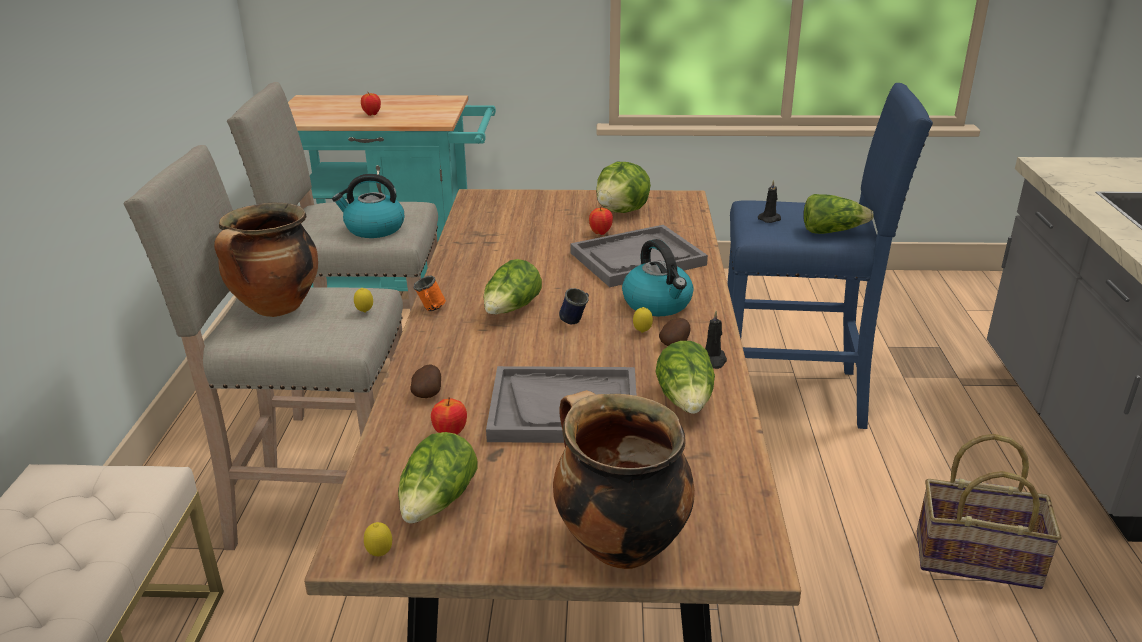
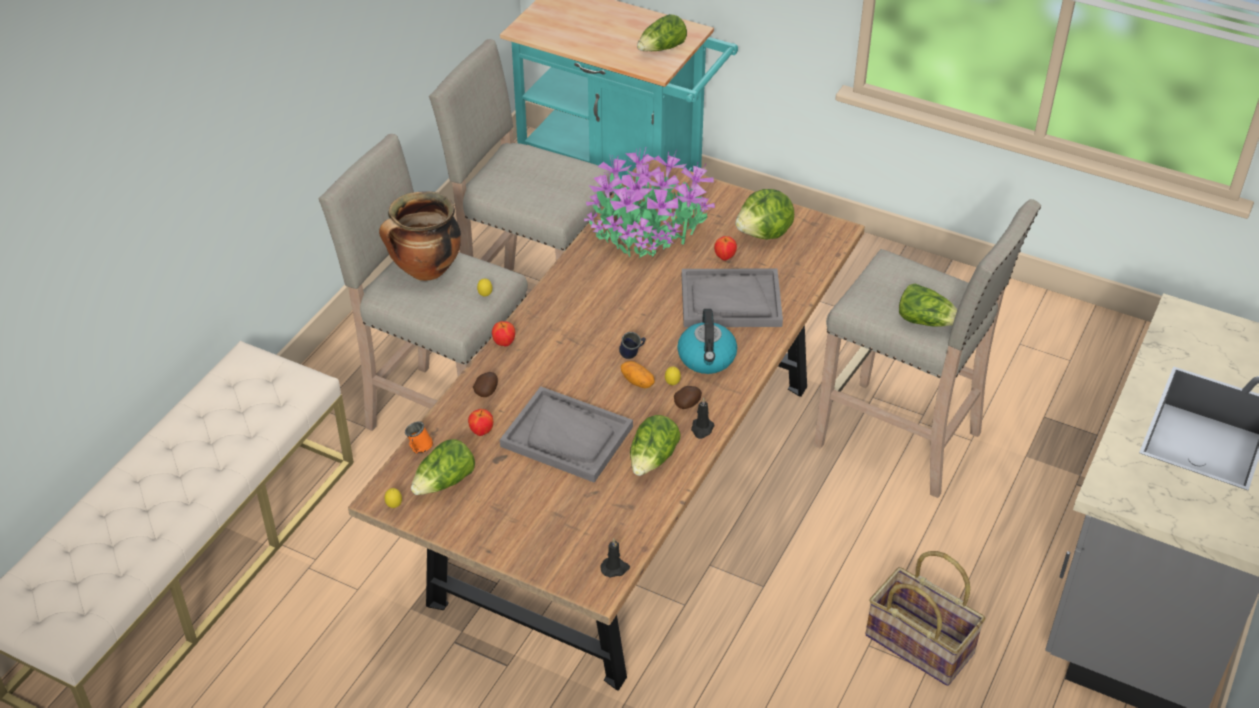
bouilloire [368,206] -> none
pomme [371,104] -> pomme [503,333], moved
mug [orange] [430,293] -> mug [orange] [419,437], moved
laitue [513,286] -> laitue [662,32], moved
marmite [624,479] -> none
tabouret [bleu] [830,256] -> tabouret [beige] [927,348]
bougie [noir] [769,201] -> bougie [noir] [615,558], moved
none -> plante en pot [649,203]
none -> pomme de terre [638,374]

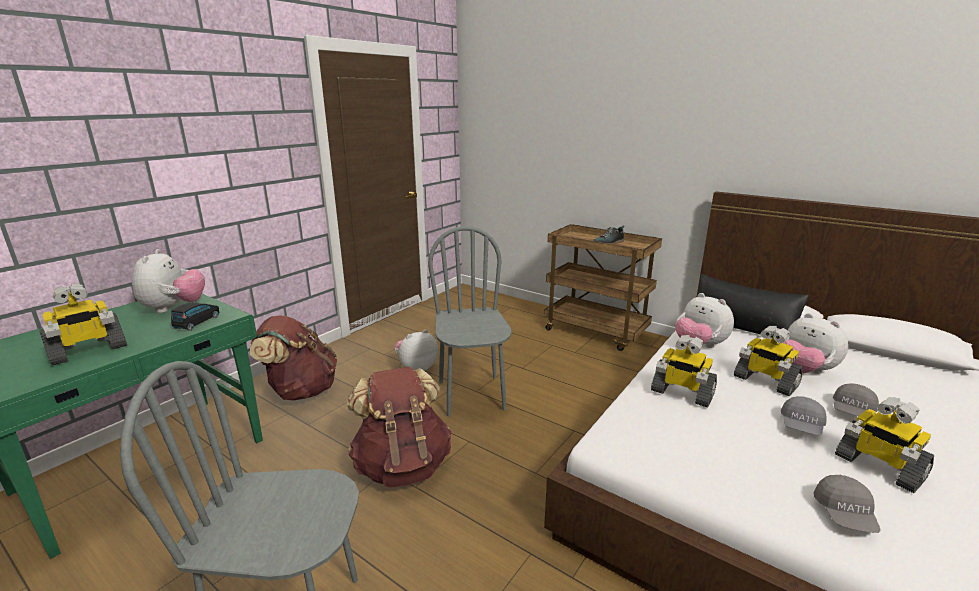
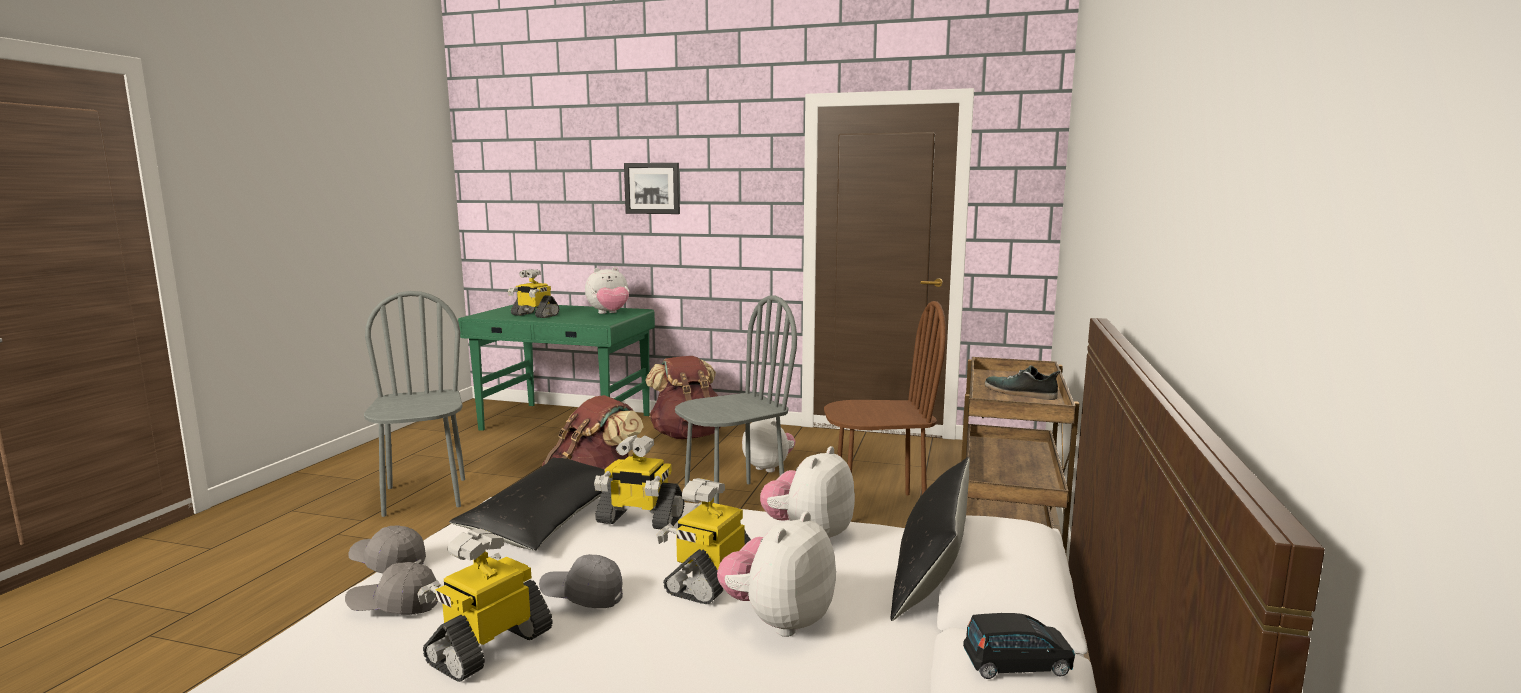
petite voiture [noir] [195,316] -> petite voiture [noir] [1019,646], moved
robot jouet [684,371] -> robot jouet [639,482], 90 degrees counterclockwise
casquette [gris] [856,399] -> casquette [gris] [387,549], moved
none -> coussin [noir] [527,504]
none -> tableau [652,188]
none -> chaise [marron] [885,398]

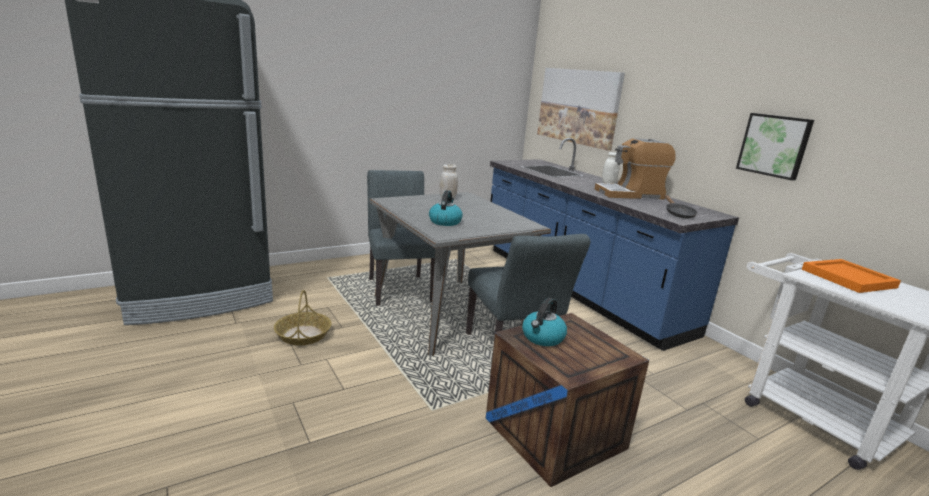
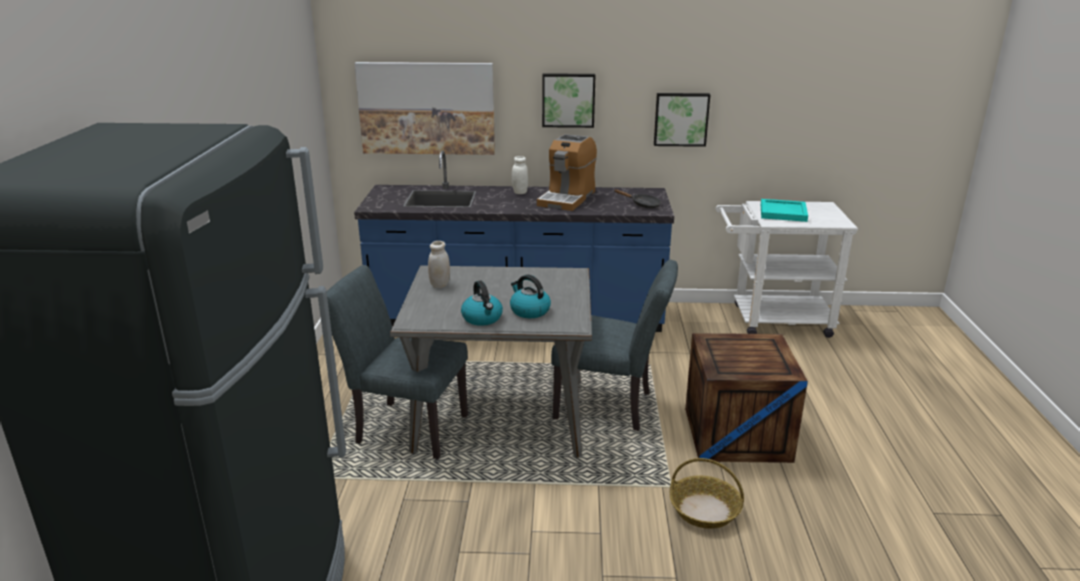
panier [302,317] -> panier [707,493], moved
bouilloire [544,322] -> bouilloire [482,303], moved
plateau [orange] [851,276] -> plateau [turquoise] [784,210]
none -> tableau [568,100]

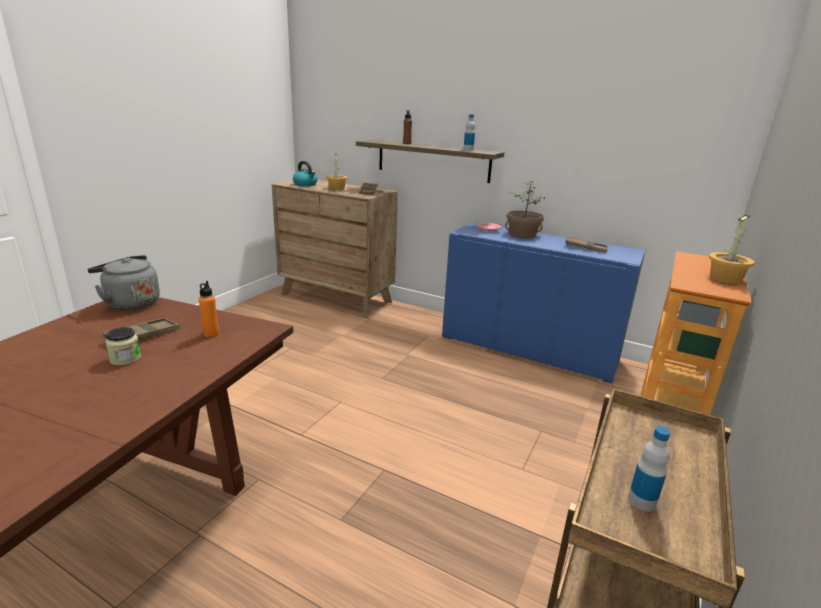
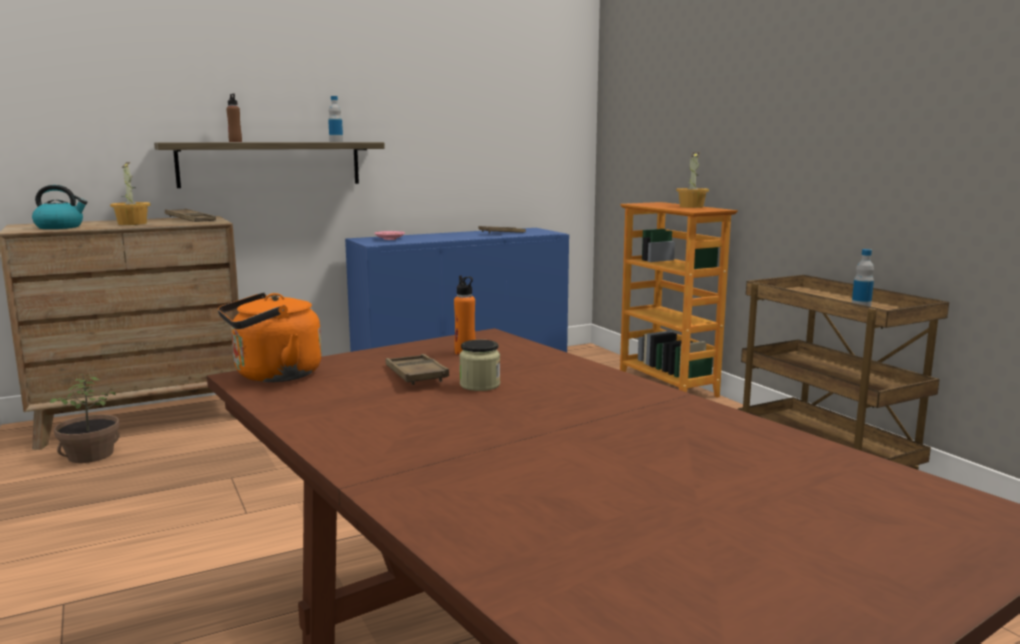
bouilloire [gris] [123,282] -> bouilloire [orange] [270,337]
plante en pot [525,209] -> plante en pot [84,418], moved

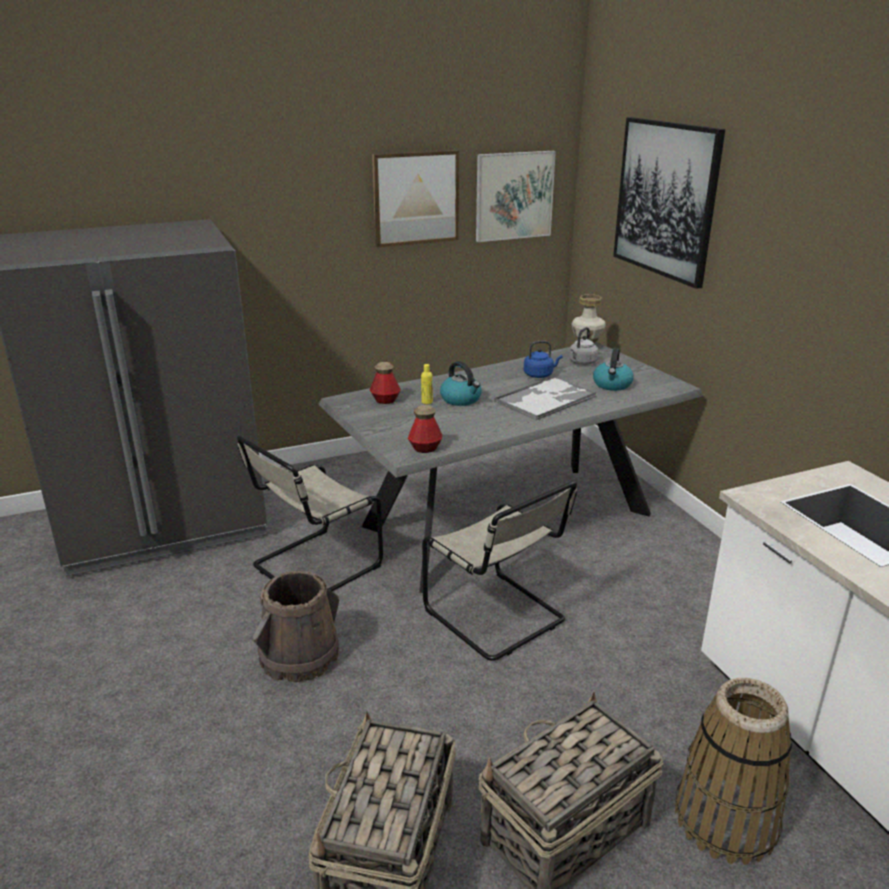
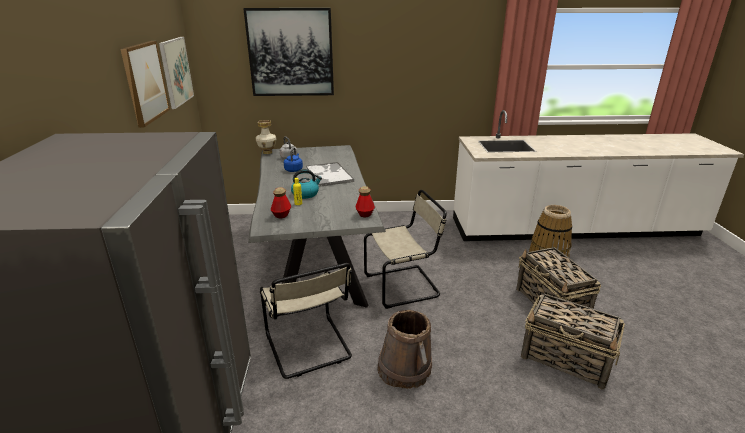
bouilloire [613,369] -> none

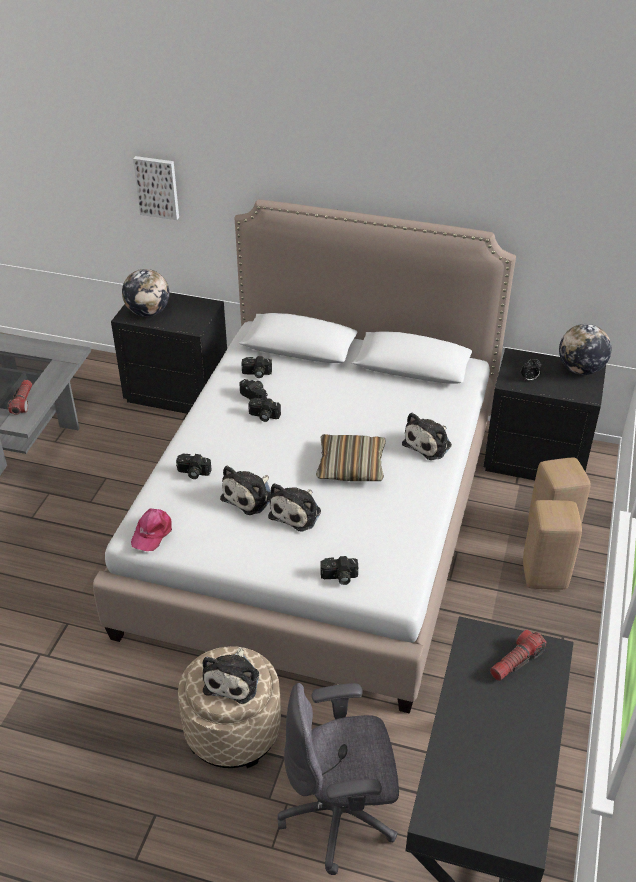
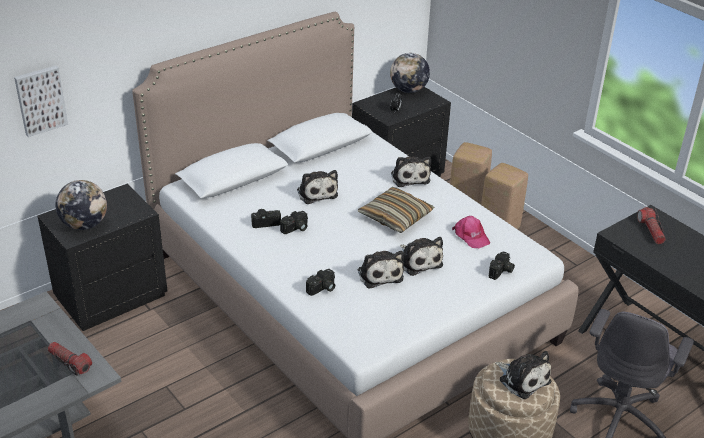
casquette [rose] [151,529] -> casquette [rose] [471,232], moved
appareil photo [256,367] -> none
none -> peluche [317,187]

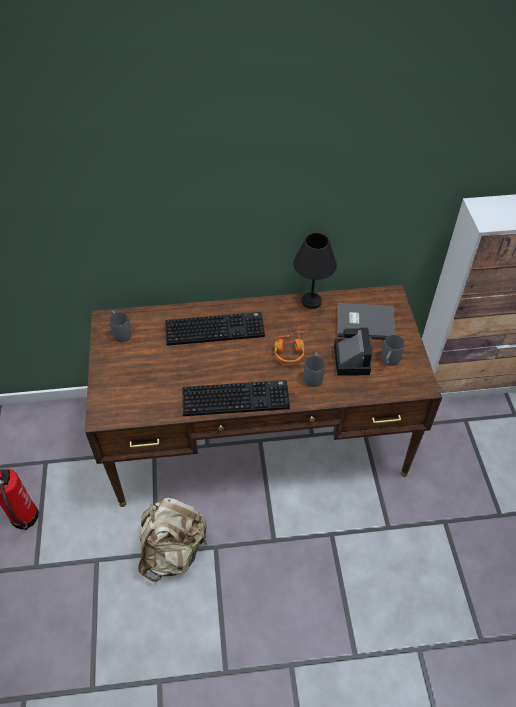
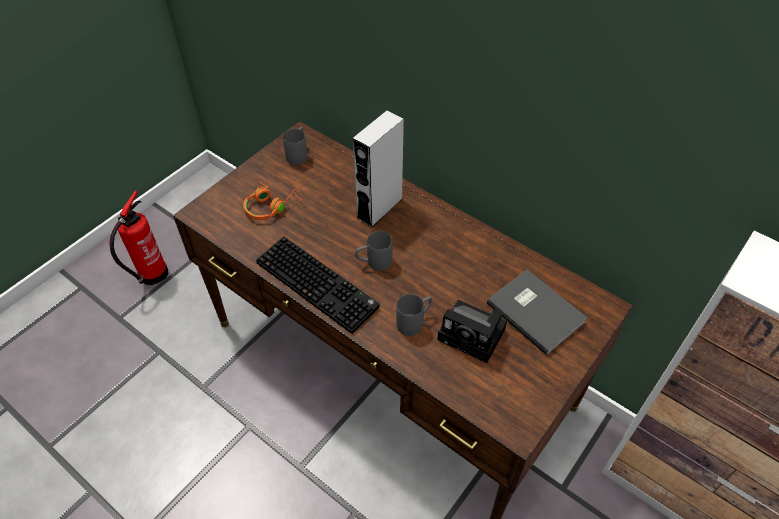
sac à dos [beige] [172,539] -> none
clavier [215,329] -> enceinte [gris] [378,169]
casque audio [orange] [290,345] -> casque audio [orange] [273,201], moved
lampe de table [noir] [315,271] -> none
appareil photo [353,351] -> appareil photo [472,331], 75 degrees clockwise
mug [gris] [393,350] -> mug [gris] [374,251], moved

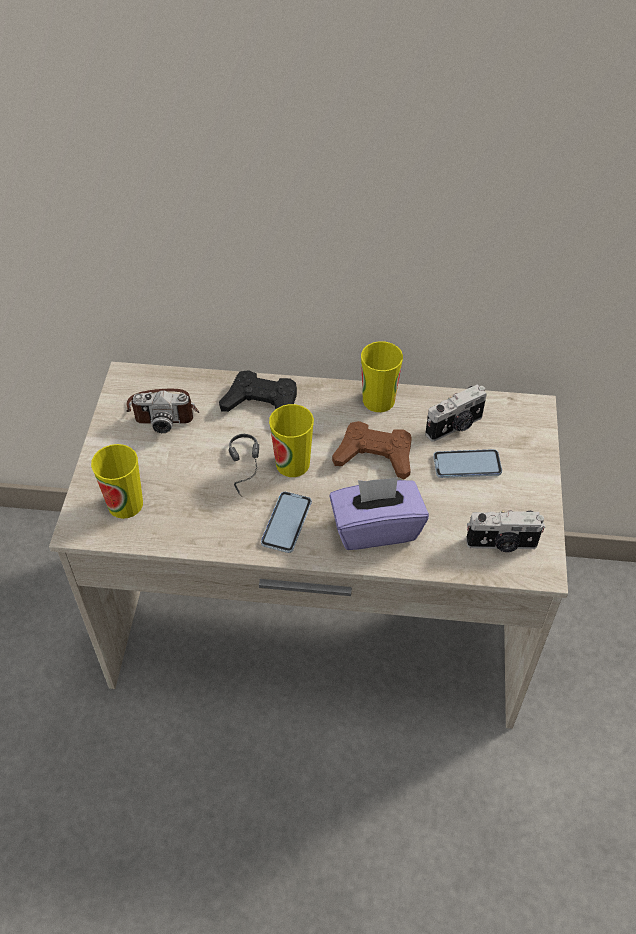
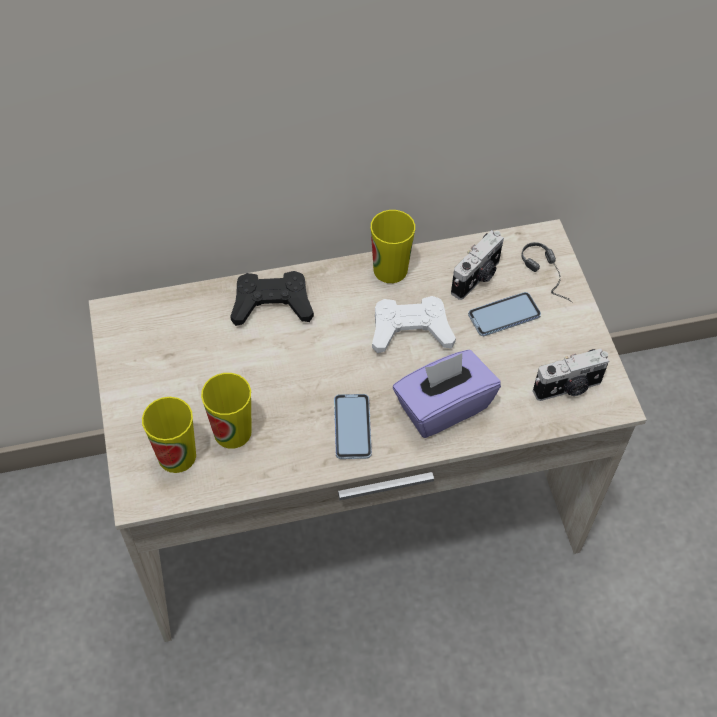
appareil photo [162,411] -> none
casque audio [244,464] -> casque audio [547,272], moved
tasse [291,440] -> tasse [226,411], moved
manette [marron] [372,450] -> manette [blanc] [414,324]

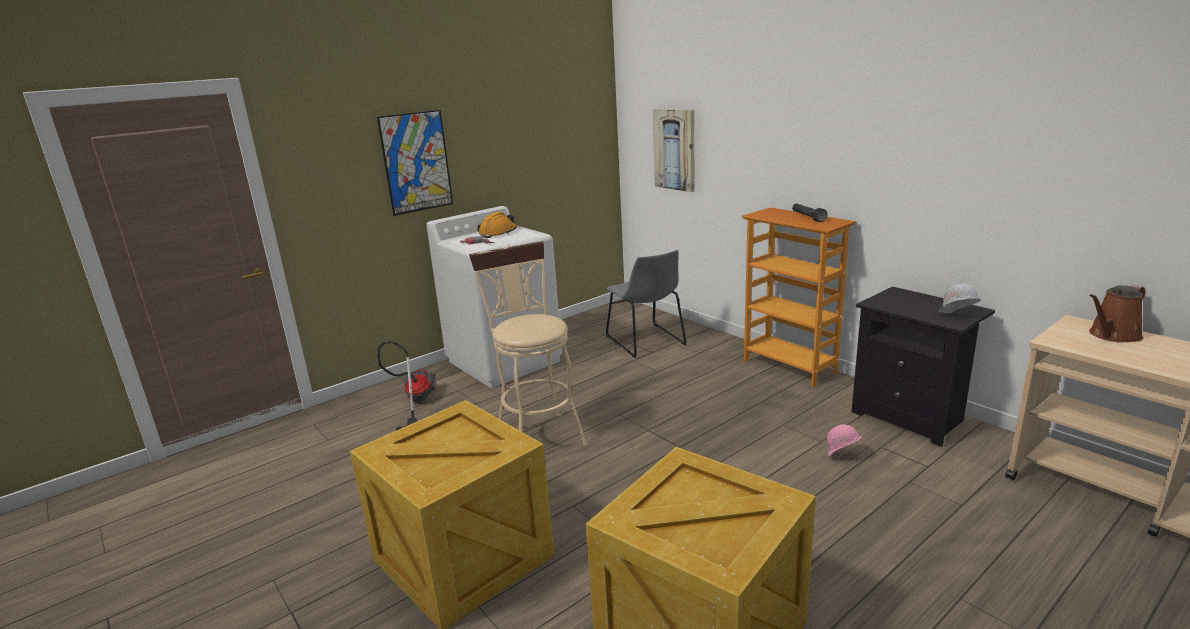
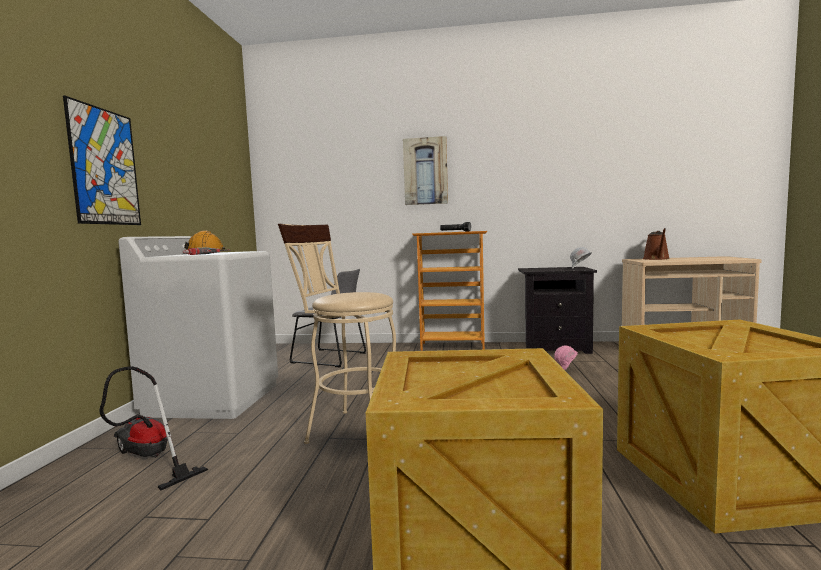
tableau [674,150] -> tableau [425,170], moved

